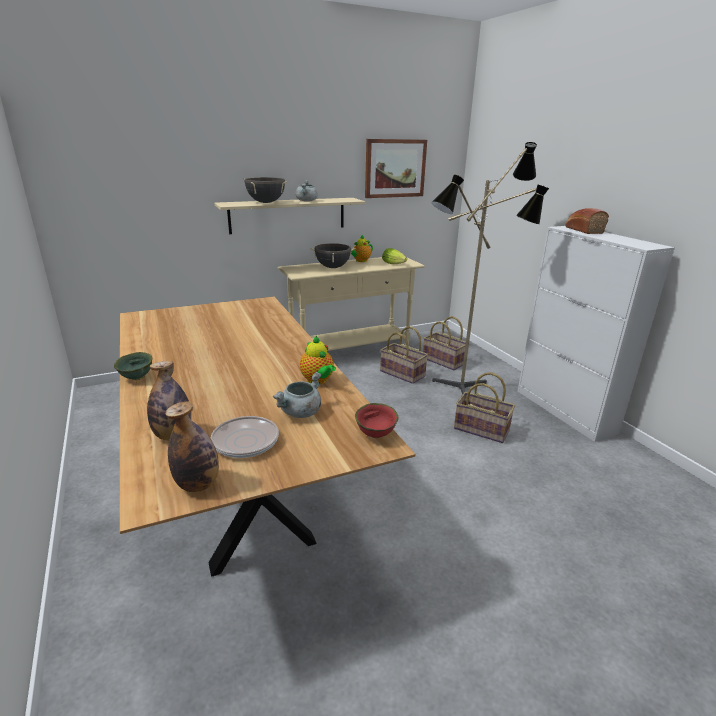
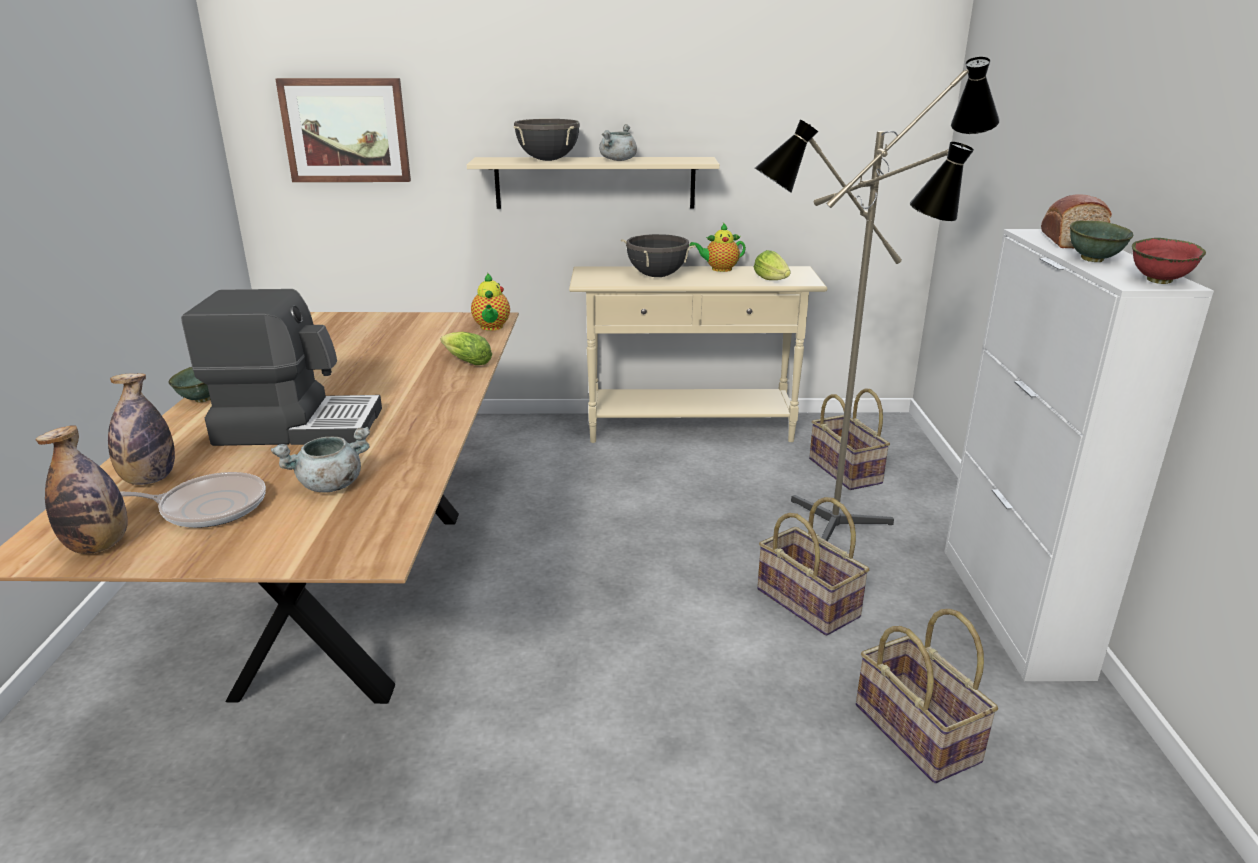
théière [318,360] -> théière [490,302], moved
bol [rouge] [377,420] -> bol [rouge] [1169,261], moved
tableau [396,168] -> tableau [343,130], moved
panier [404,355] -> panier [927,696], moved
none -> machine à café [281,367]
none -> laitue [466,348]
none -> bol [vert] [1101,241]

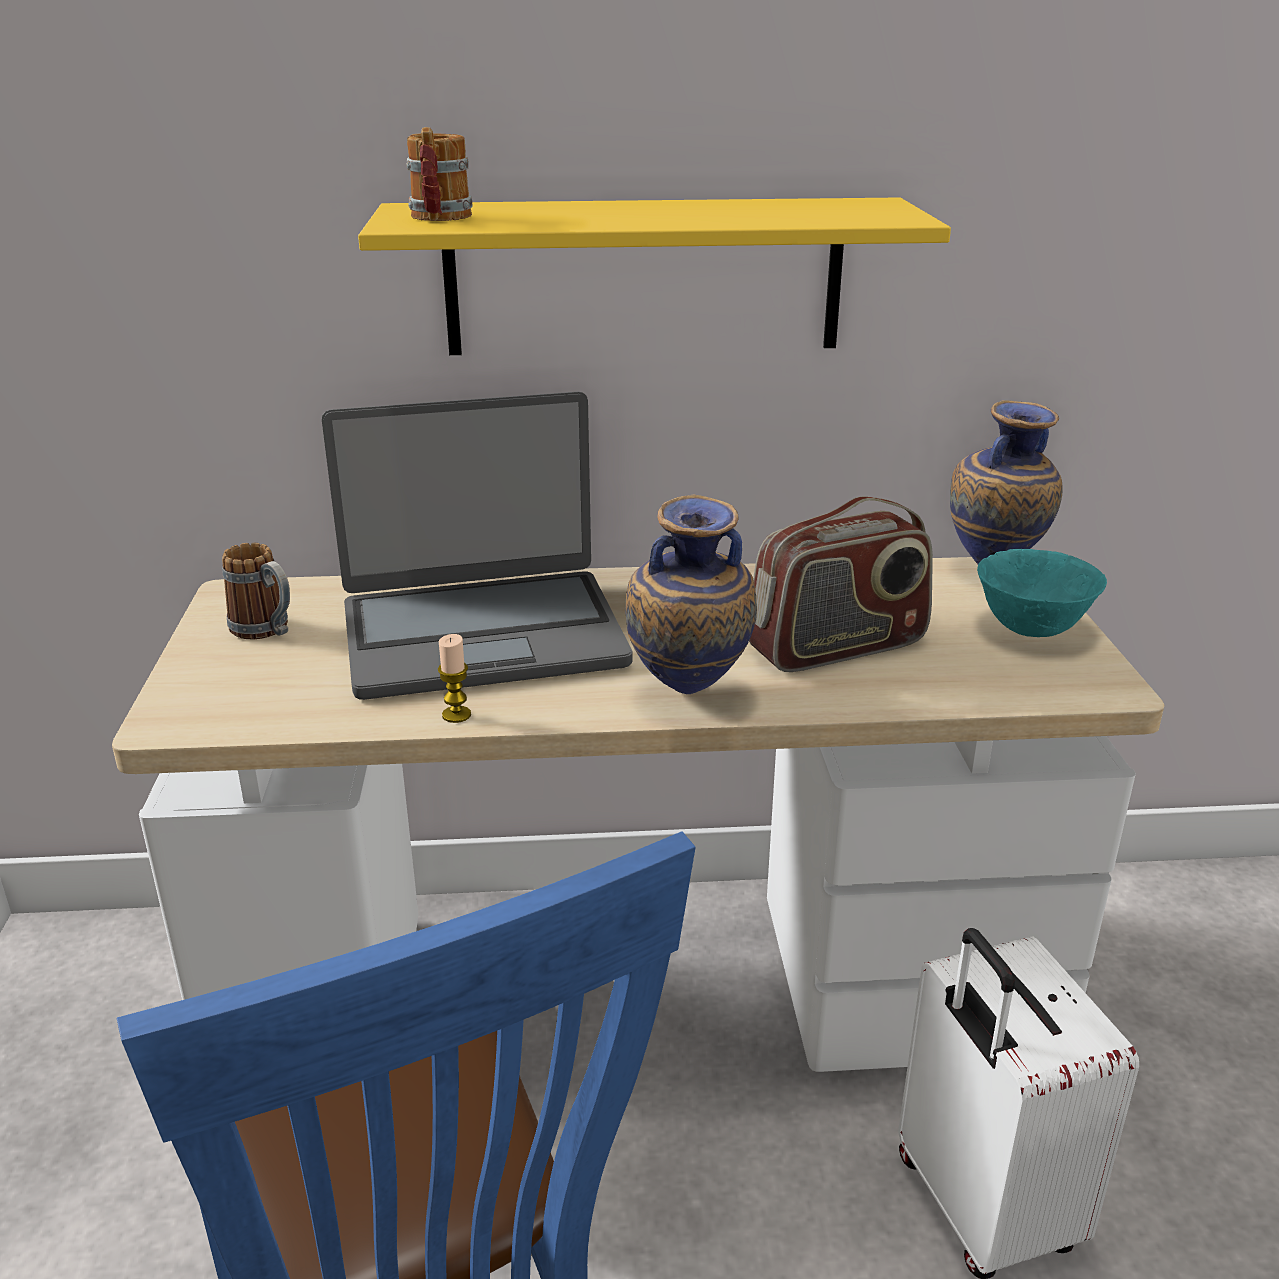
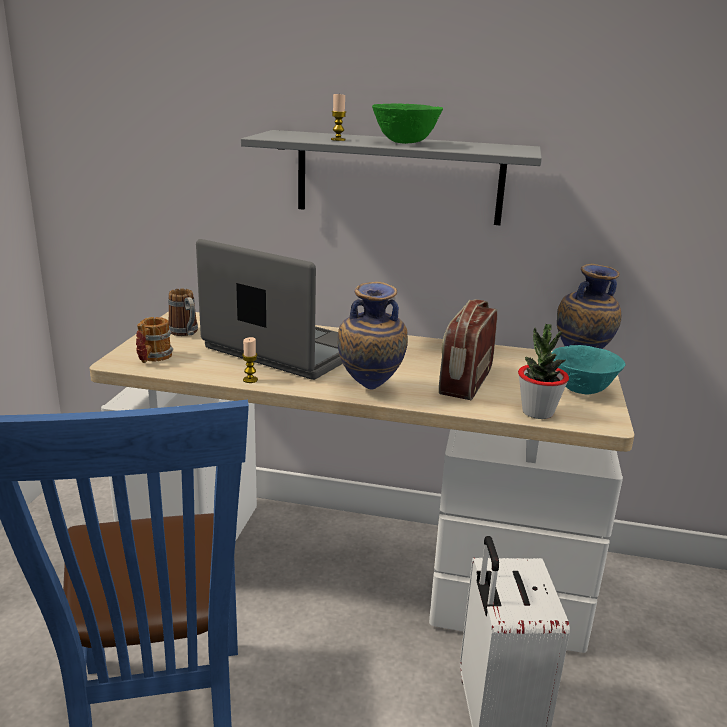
ordinateur portable [477,546] -> ordinateur portable [269,309], 150 degrees counterclockwise
étagère [jaune] [654,276] -> étagère [gris] [391,177]
mug [439,174] -> mug [154,340], moved
radio [841,584] -> radio [468,349], 120 degrees clockwise
none -> bougie [338,117]
none -> bol [vert] [407,124]
none -> plante en pot [543,371]

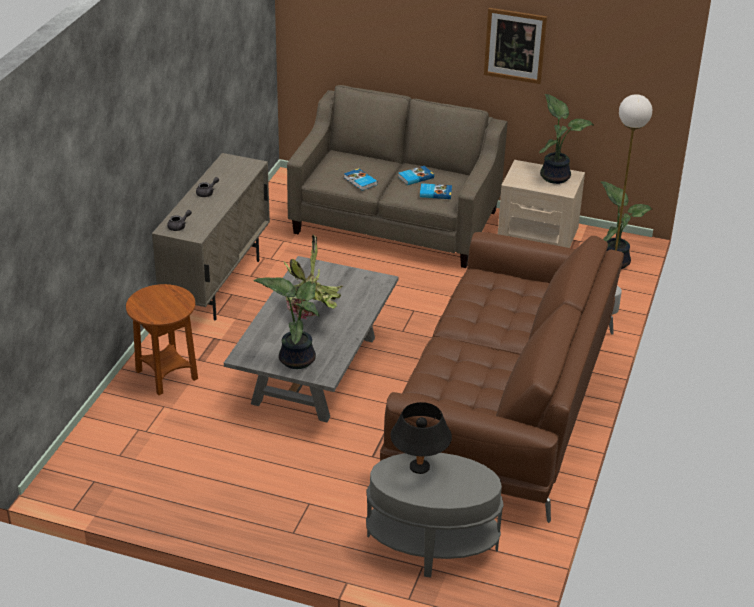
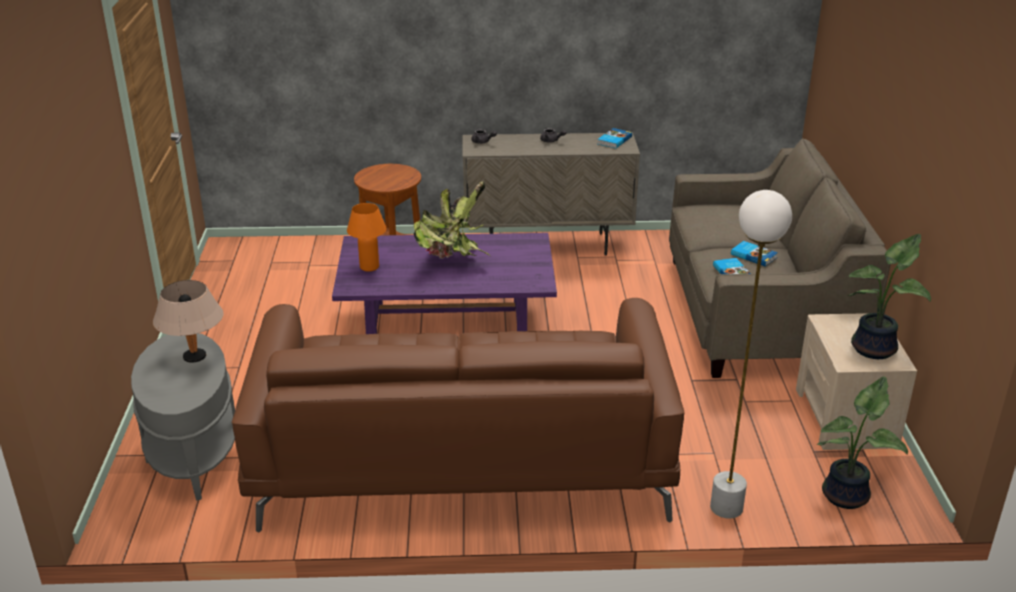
table basse [gris] [311,339] -> table basse [violet] [444,283]
plante en pot [286,323] -> lampe de table [orange] [367,237]
livre [361,179] -> livre [614,138], moved
lampe de table [noir] [421,438] -> lampe de table [beige] [188,321]
tableau [515,46] -> none

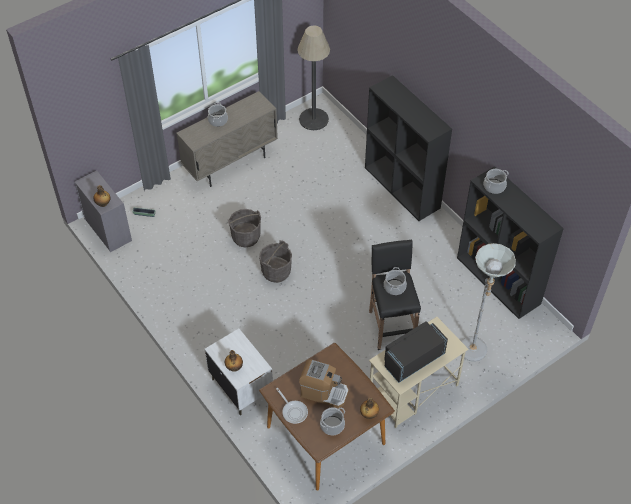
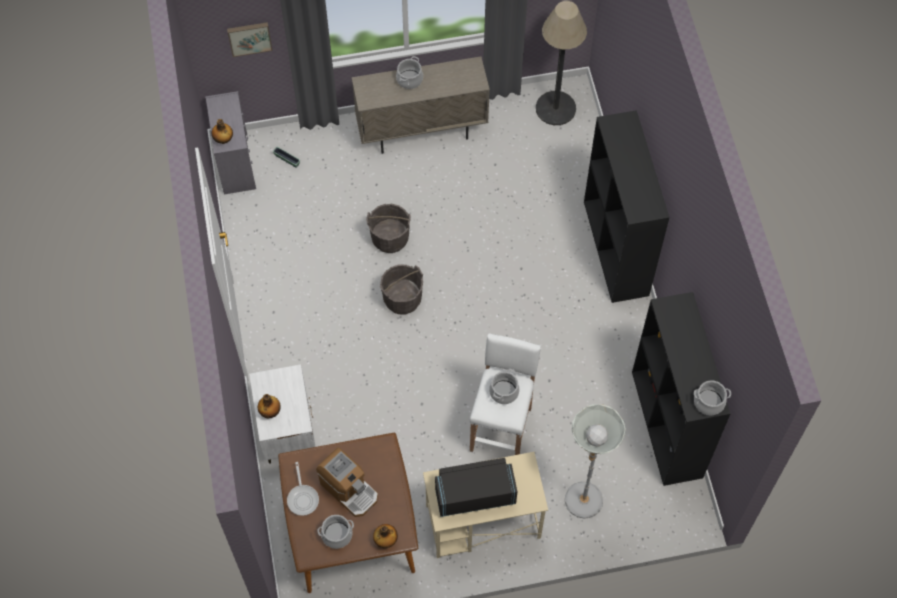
tabouret [noir] [395,295] -> tabouret [blanc] [505,394]
marmite [496,181] -> marmite [712,397], moved
none -> tableau [250,39]

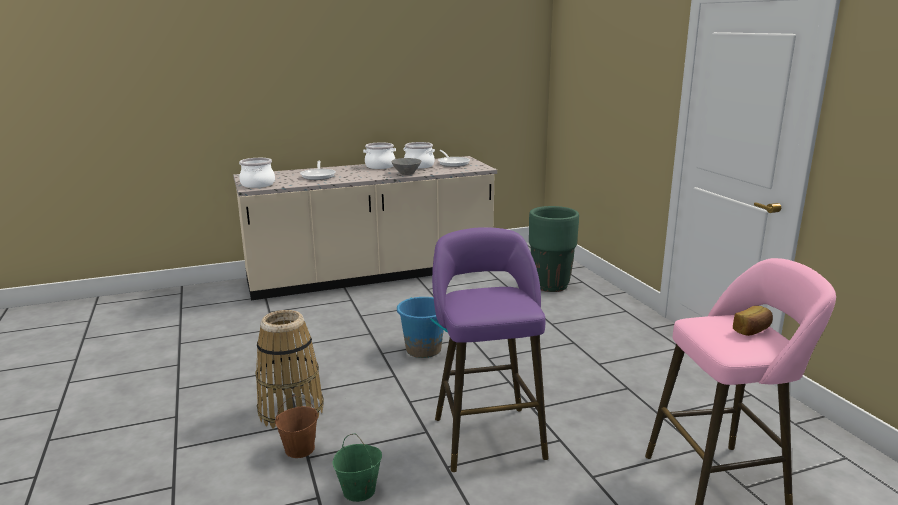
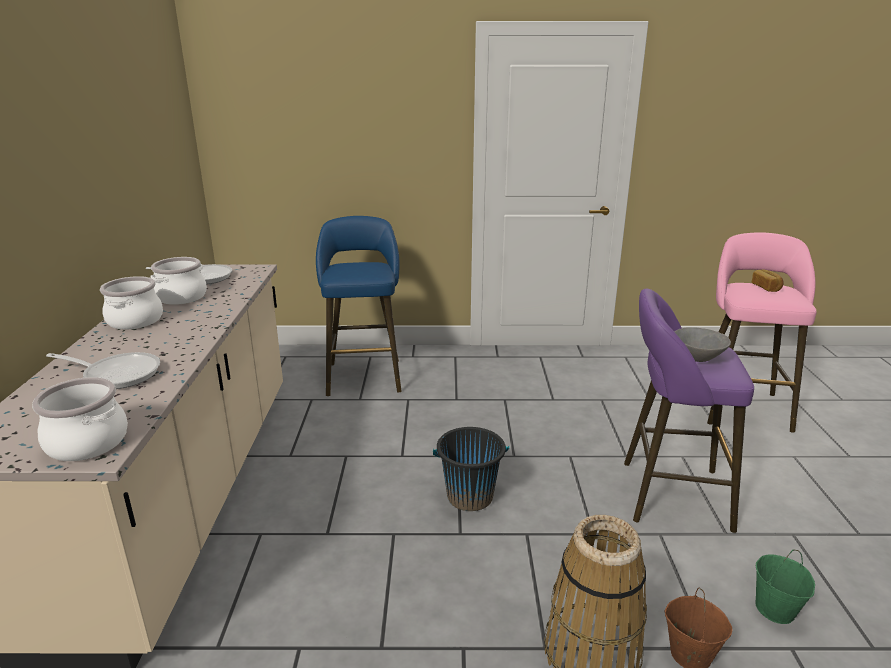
bol [gris] [406,166] -> bol [gris] [703,344], moved
seau [bleu] [422,327] -> seau [noir] [471,469]
cache-pot [vert] [554,249] -> tabouret [bleu] [358,306]

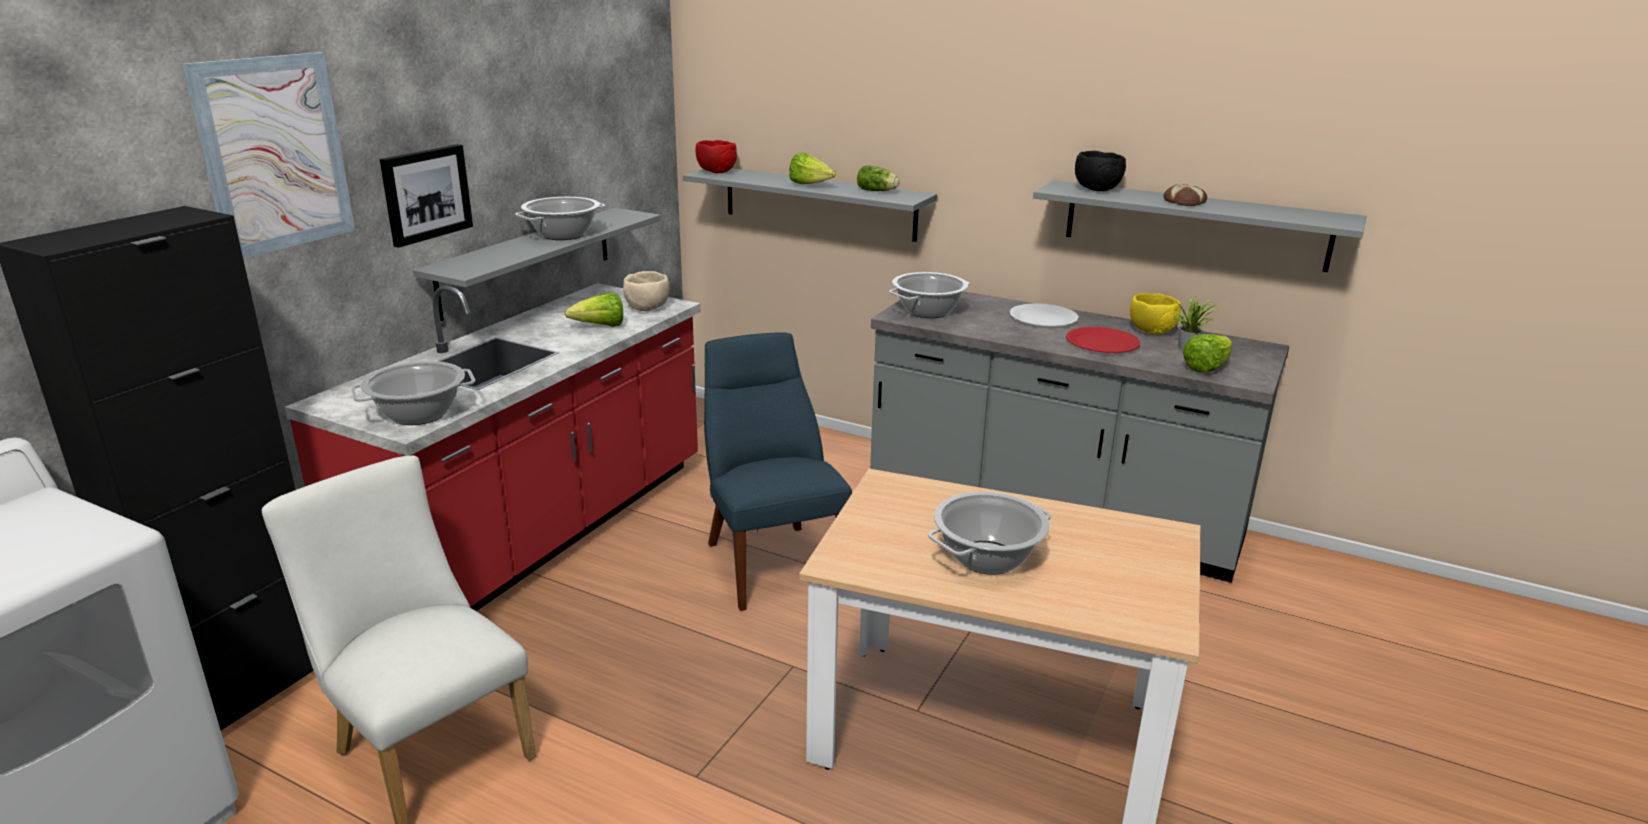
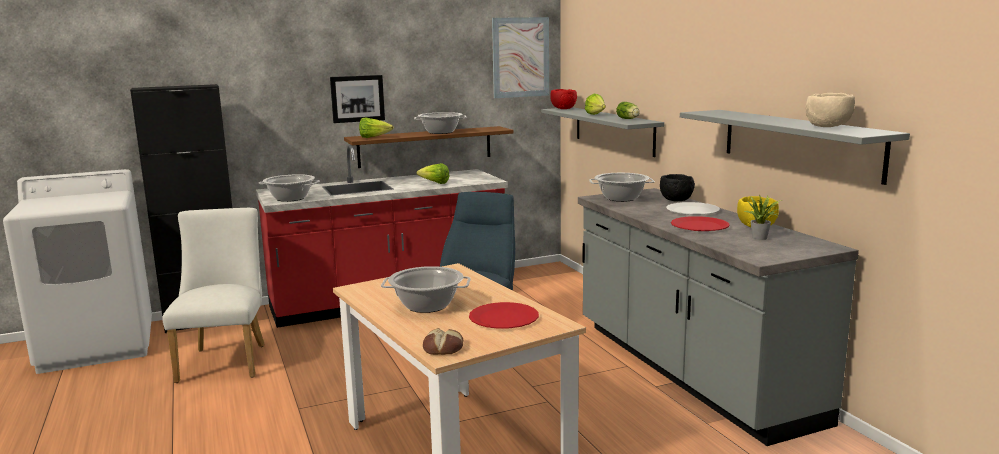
tableau [268,155] -> tableau [520,57], moved
étagère [gris] [537,264] -> étagère [marron] [428,147]
bol [beige] [646,291] -> bol [beige] [830,110], moved
bol [noir] [1100,171] -> bol [noir] [677,187], moved
pain [1185,195] -> pain [443,341], moved
laitue [1207,353] -> laitue [376,127], moved
none -> assiette [rouge] [504,315]

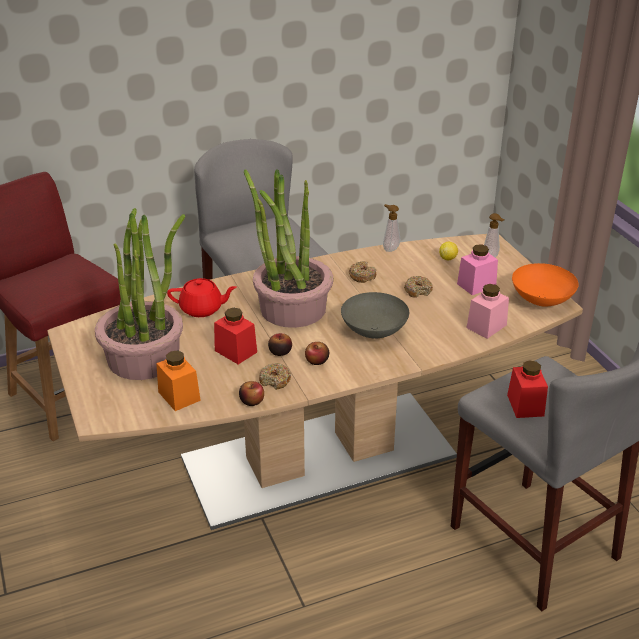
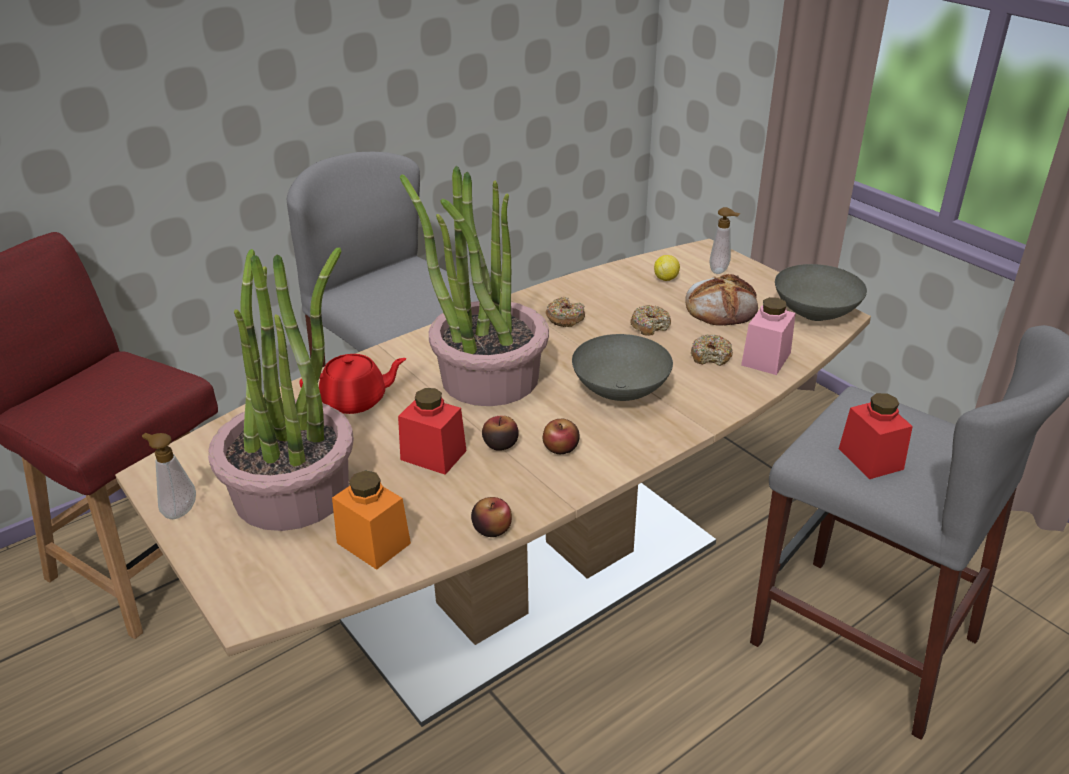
beignet [275,376] -> beignet [712,350], moved
distributeur de savon [391,228] -> distributeur de savon [169,476], moved
bocal [rose] [477,269] -> pain [721,300]
bol [orange] [545,284] -> bol [gris] [821,292]

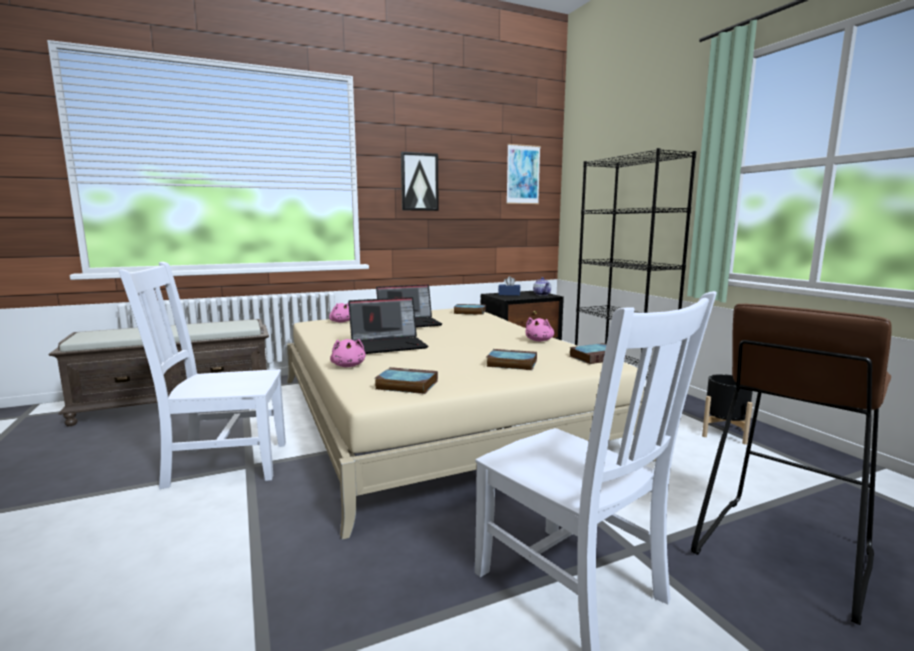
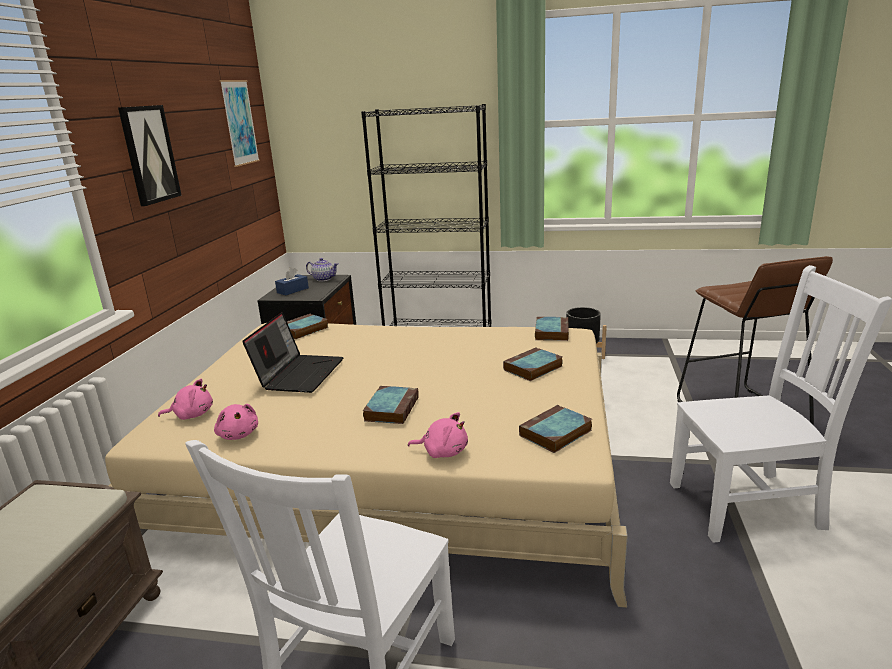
ordinateur portable [388,325] -> livre [391,405]
peluche [rose] [539,329] -> peluche [rose] [236,422], moved

